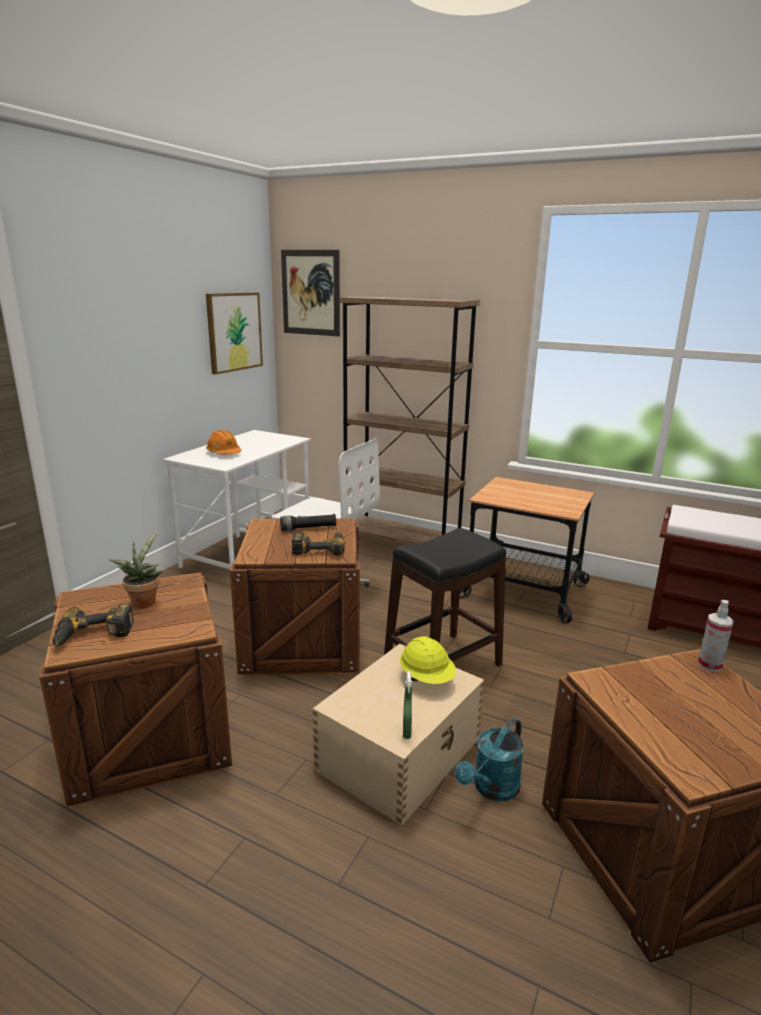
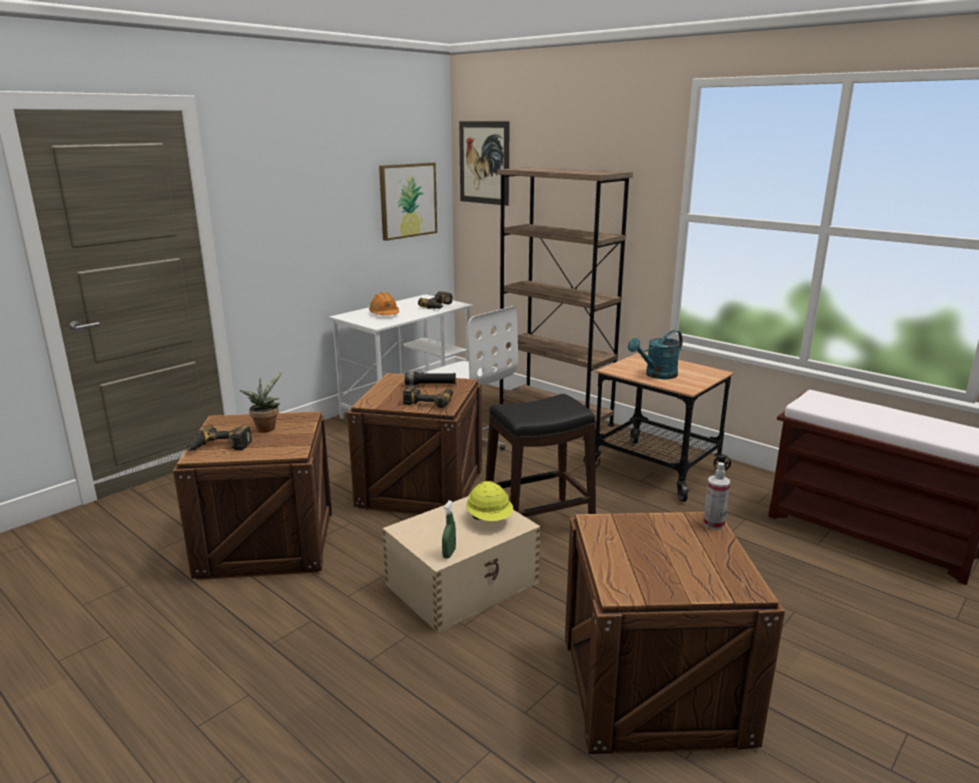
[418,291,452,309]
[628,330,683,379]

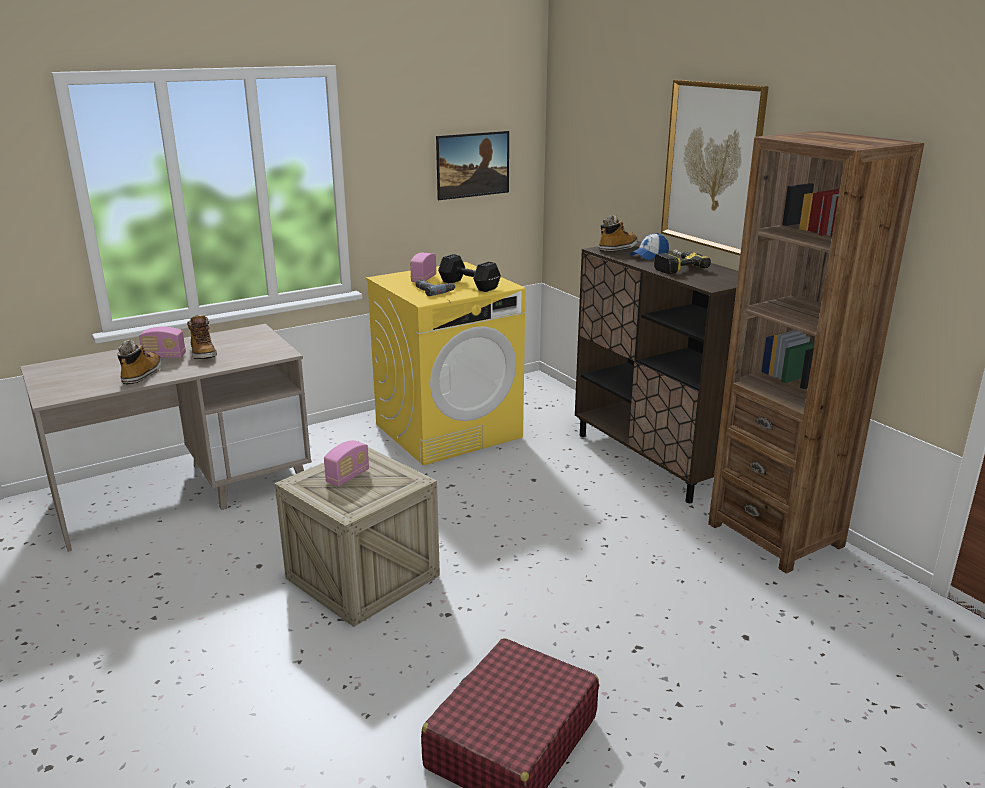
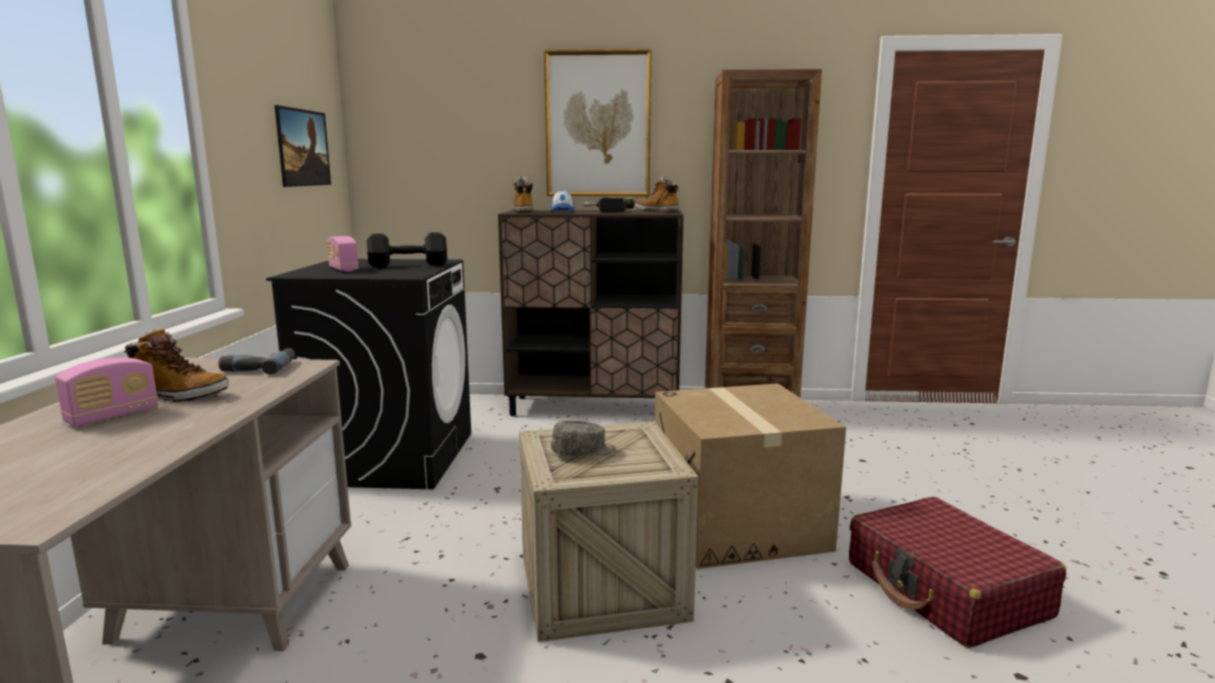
[655,383,846,569]
[635,176,679,212]
[218,348,295,375]
[551,421,616,456]
[266,259,471,489]

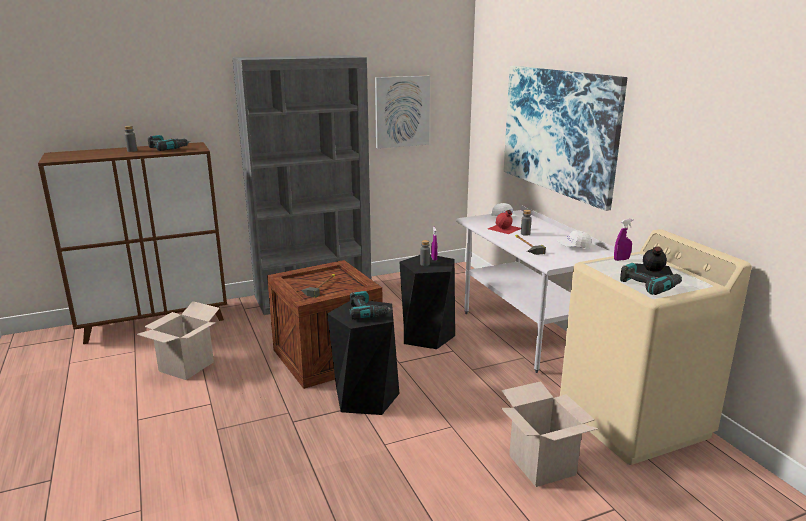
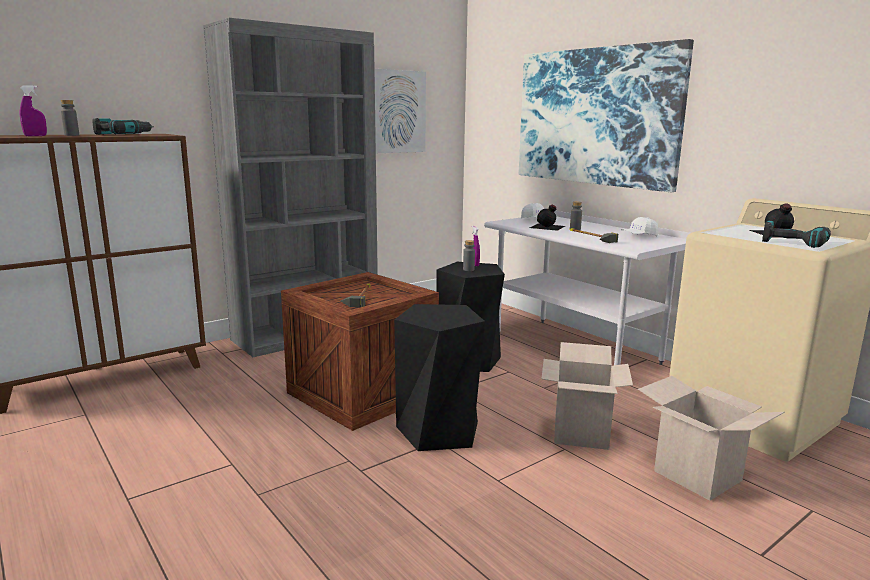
[349,291,393,320] (first image)
[541,342,633,450]
[20,85,47,136]
[530,205,565,231]

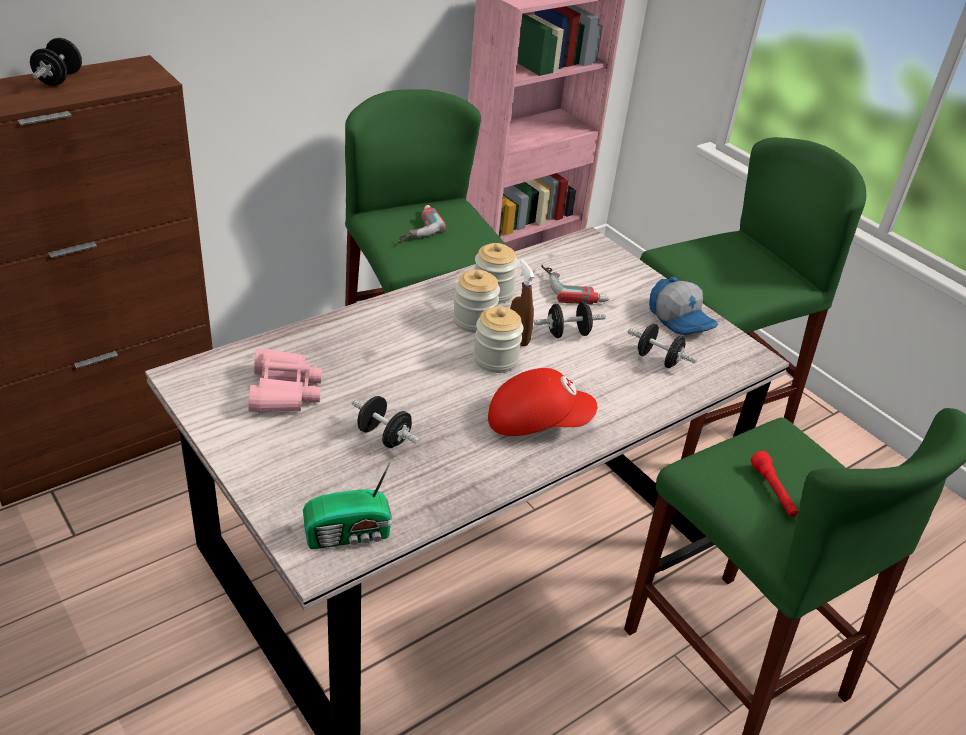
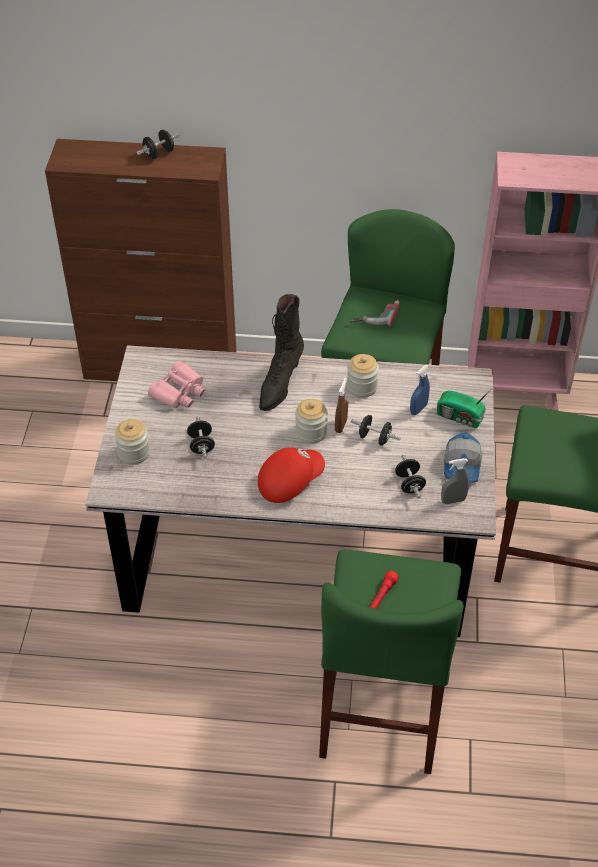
[259,294,304,411]
[441,458,469,504]
[437,390,490,428]
[115,419,150,465]
[410,365,430,415]
[258,447,325,503]

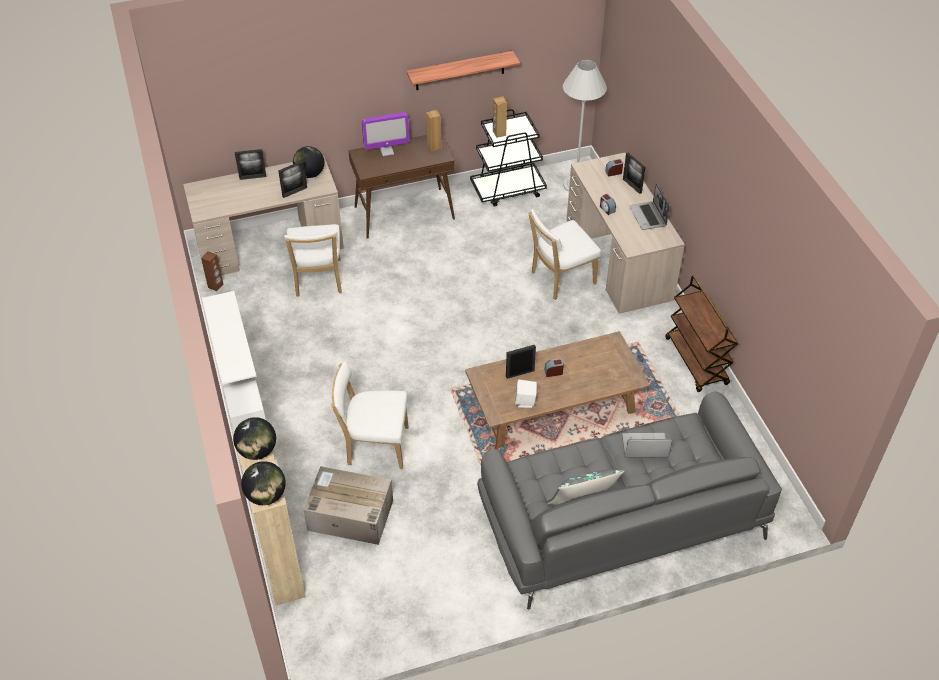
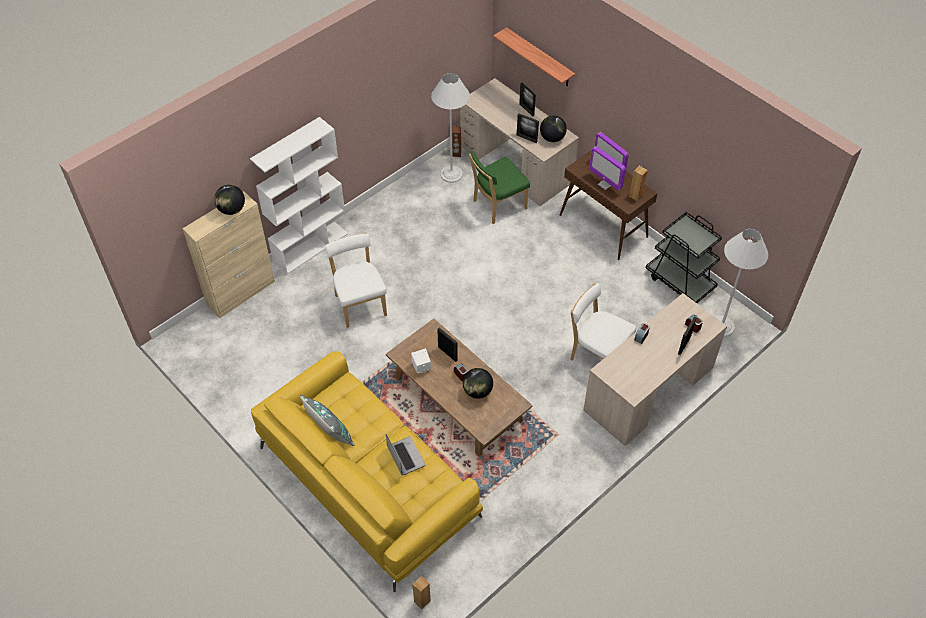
[304,466,393,545] (first image)
[630,183,670,230] (first image)
[665,276,738,392] (first image)
[431,73,470,183]
[589,146,626,190]
[463,368,493,399]
[493,27,575,86]
[412,576,431,609]
[469,151,530,224]
[251,351,483,592]

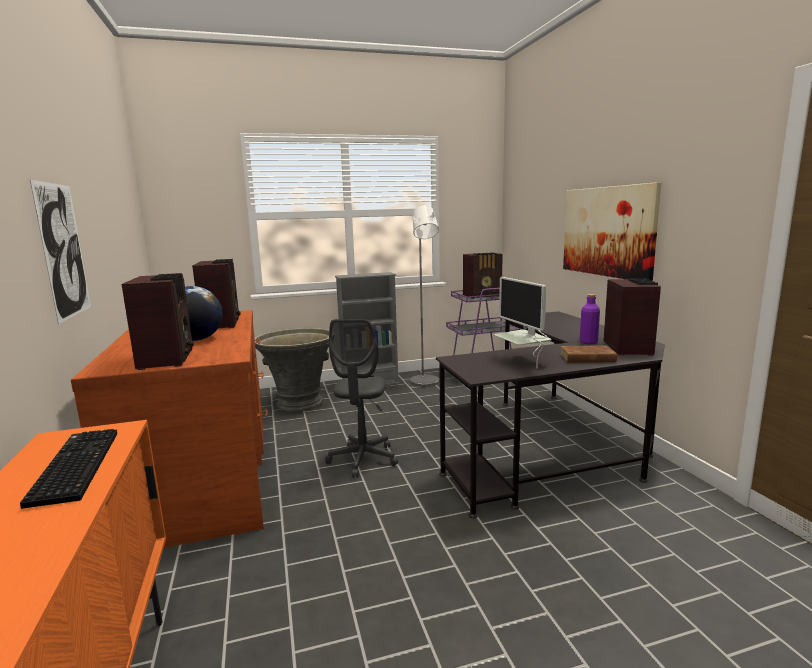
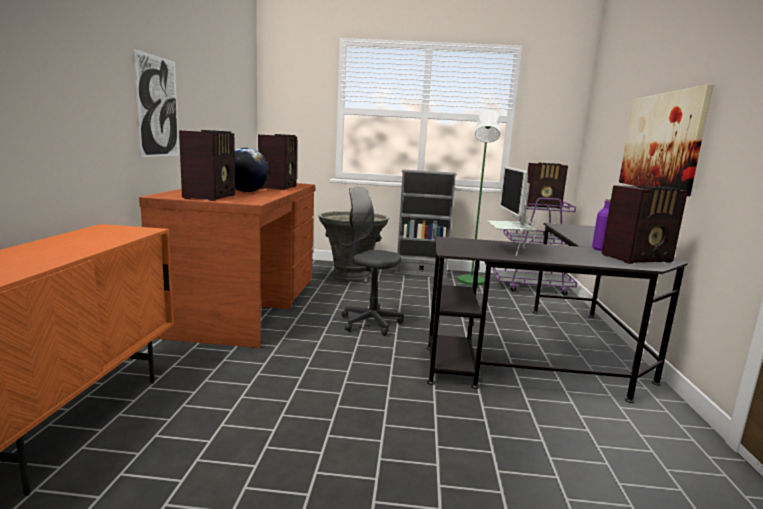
[20,429,117,509] (first image)
[560,345,623,363] (first image)
[457,110,500,285]
[341,187,404,336]
[602,185,688,264]

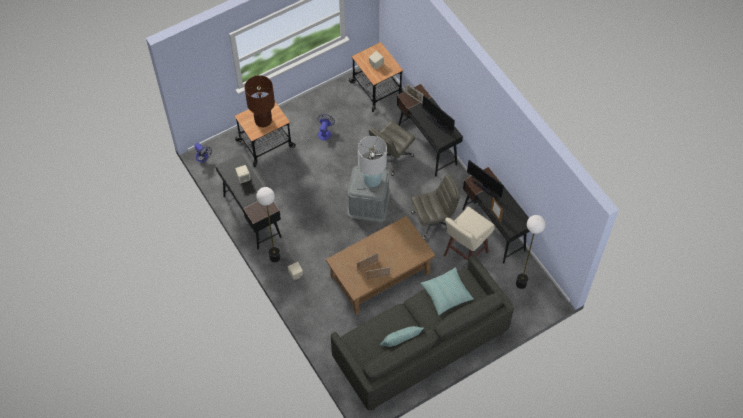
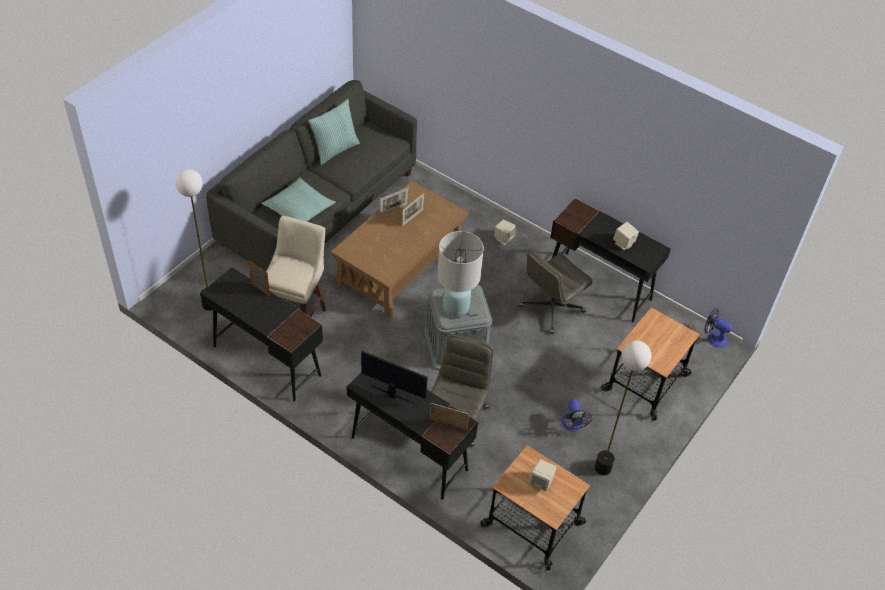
[244,75,275,127] (first image)
[467,160,504,198] (first image)
[594,341,651,475]
[519,252,593,334]

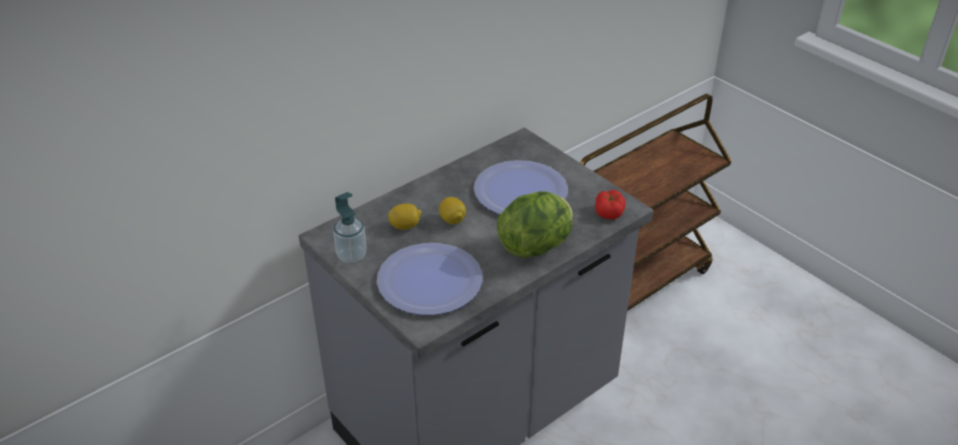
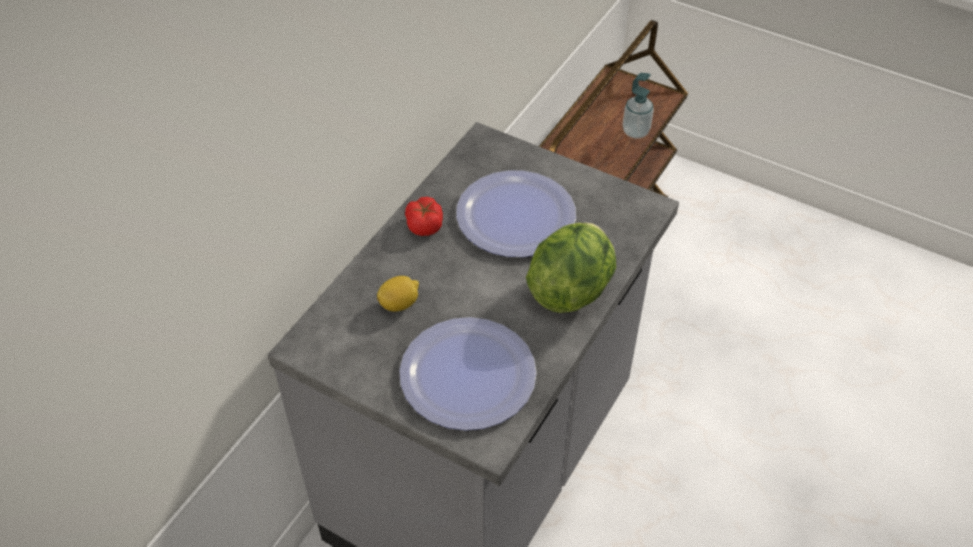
[439,197,466,224] (first image)
[623,73,654,138]
[405,197,443,236]

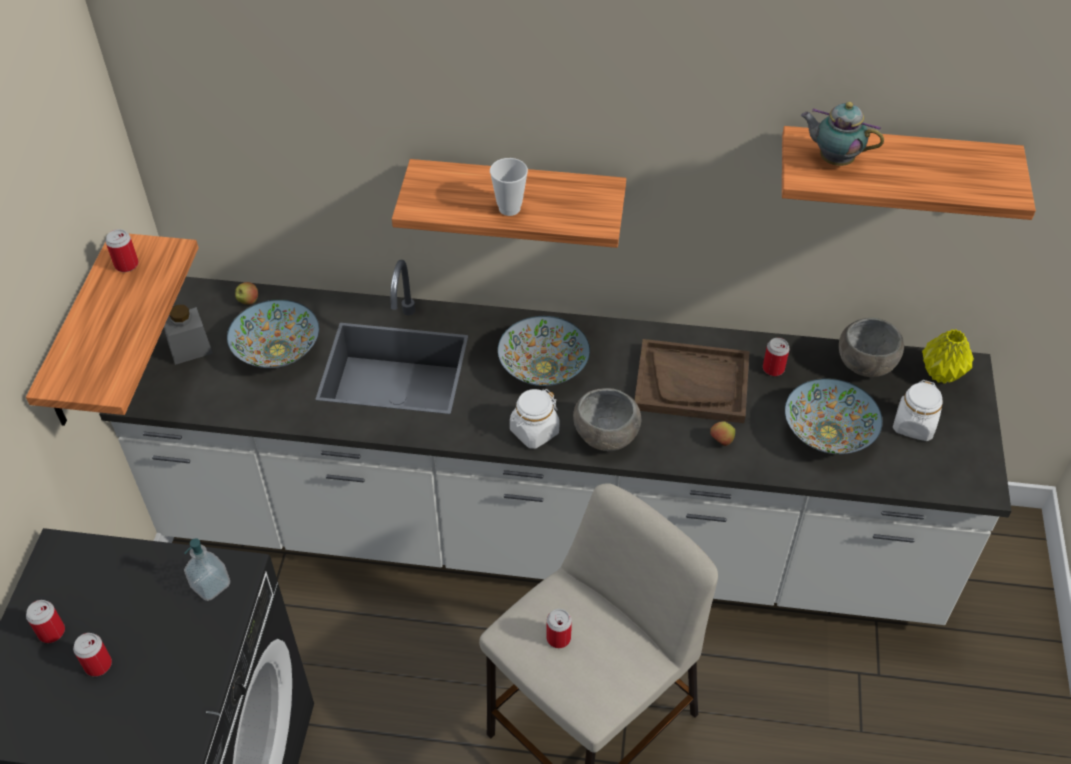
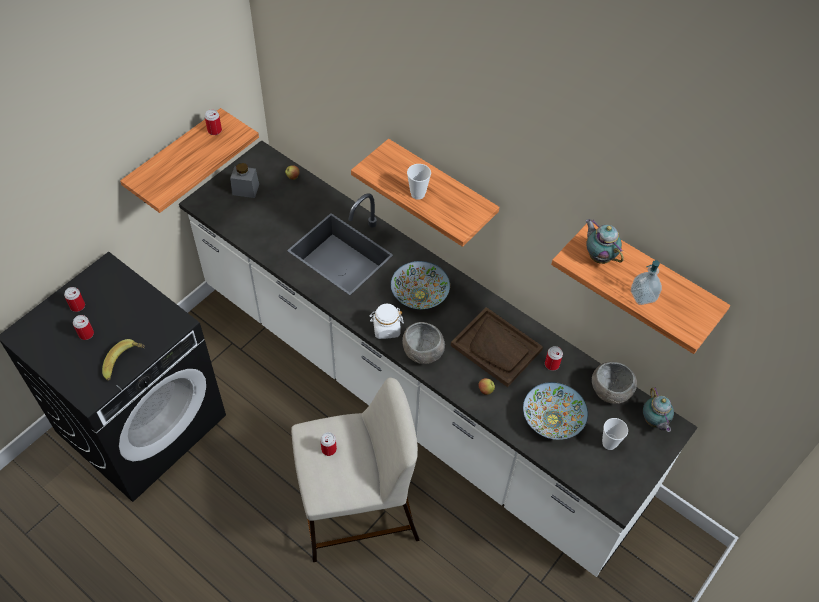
[227,299,319,368] (first image)
[102,339,145,381]
[631,260,662,305]
[602,418,628,450]
[643,387,674,432]

